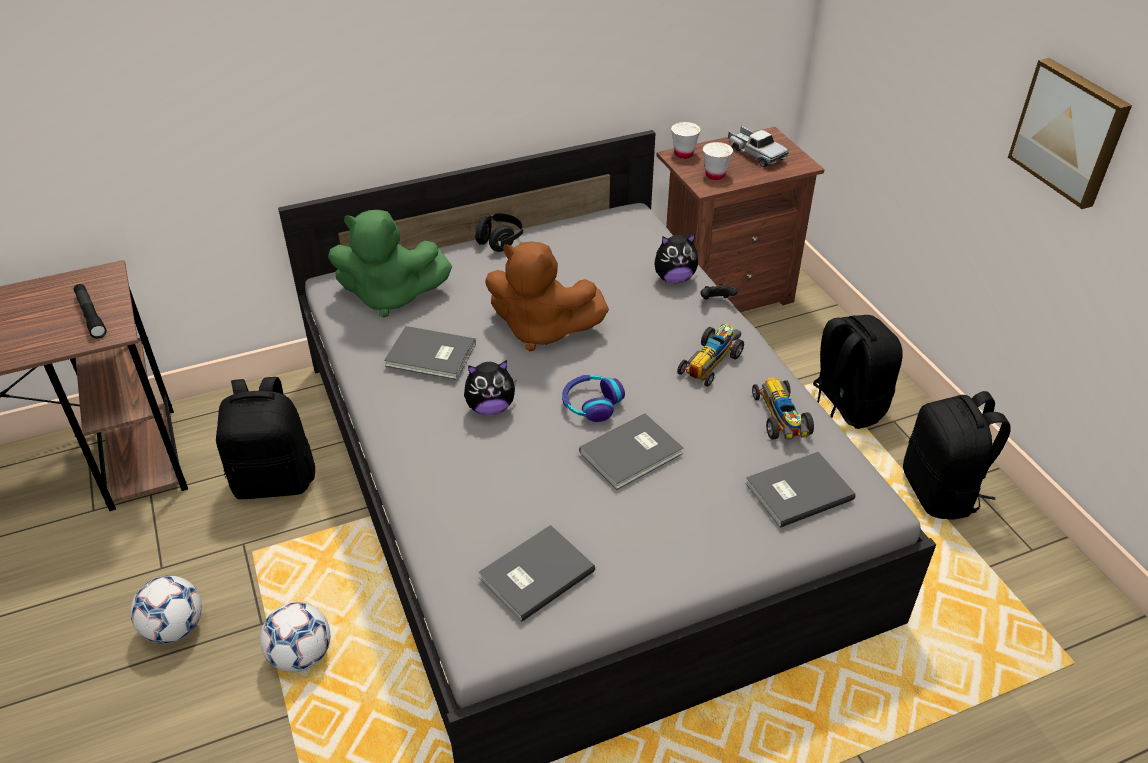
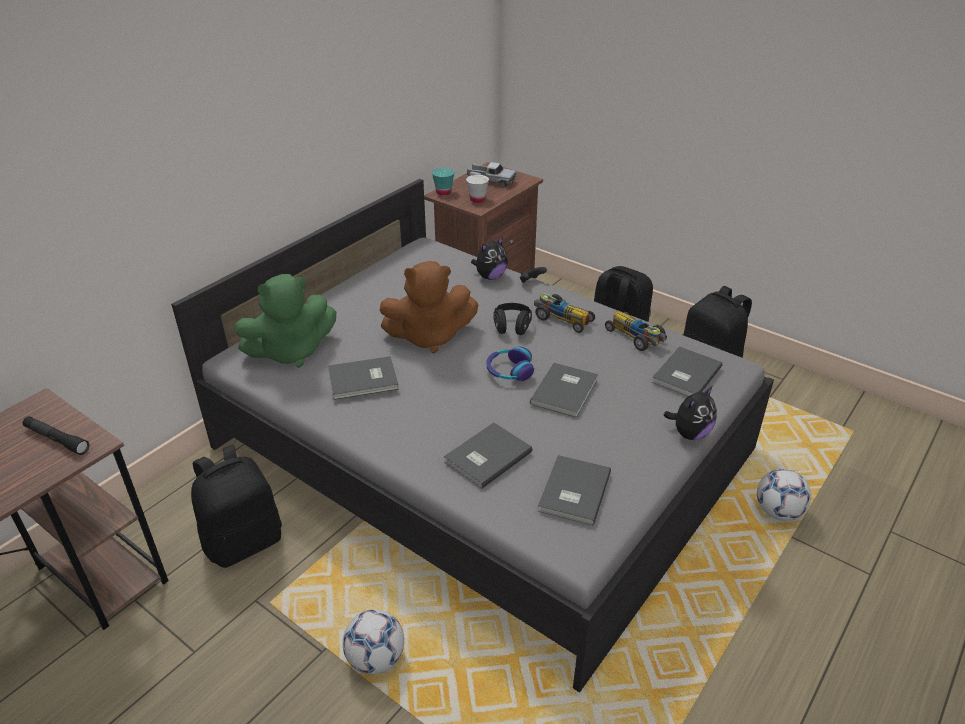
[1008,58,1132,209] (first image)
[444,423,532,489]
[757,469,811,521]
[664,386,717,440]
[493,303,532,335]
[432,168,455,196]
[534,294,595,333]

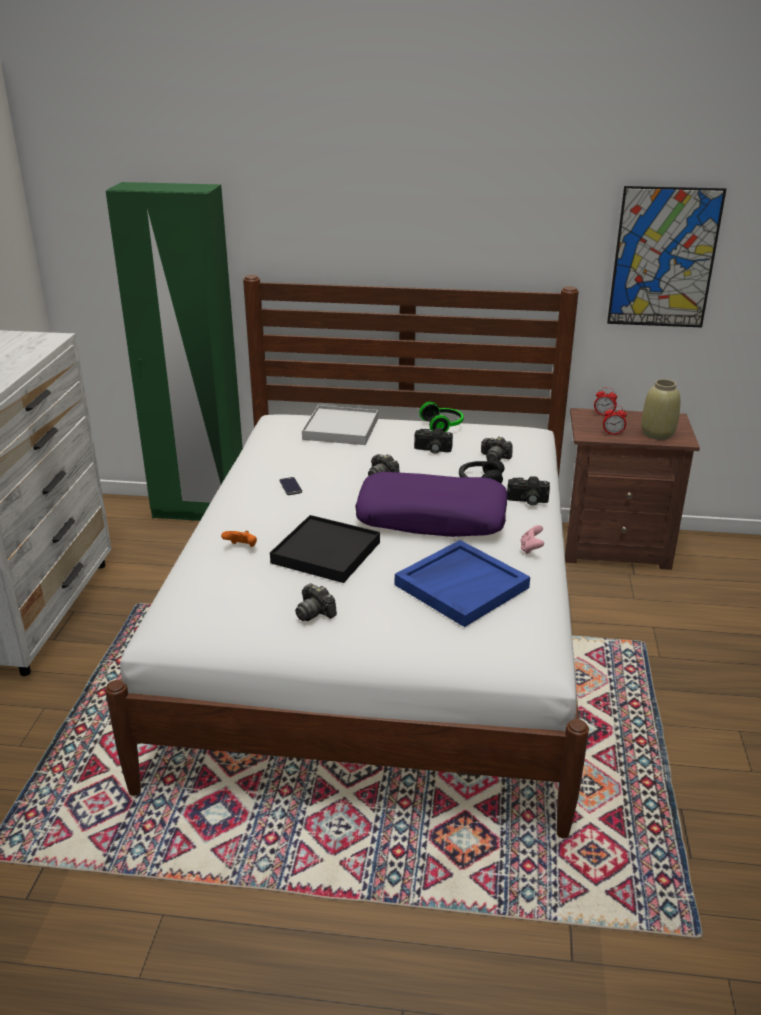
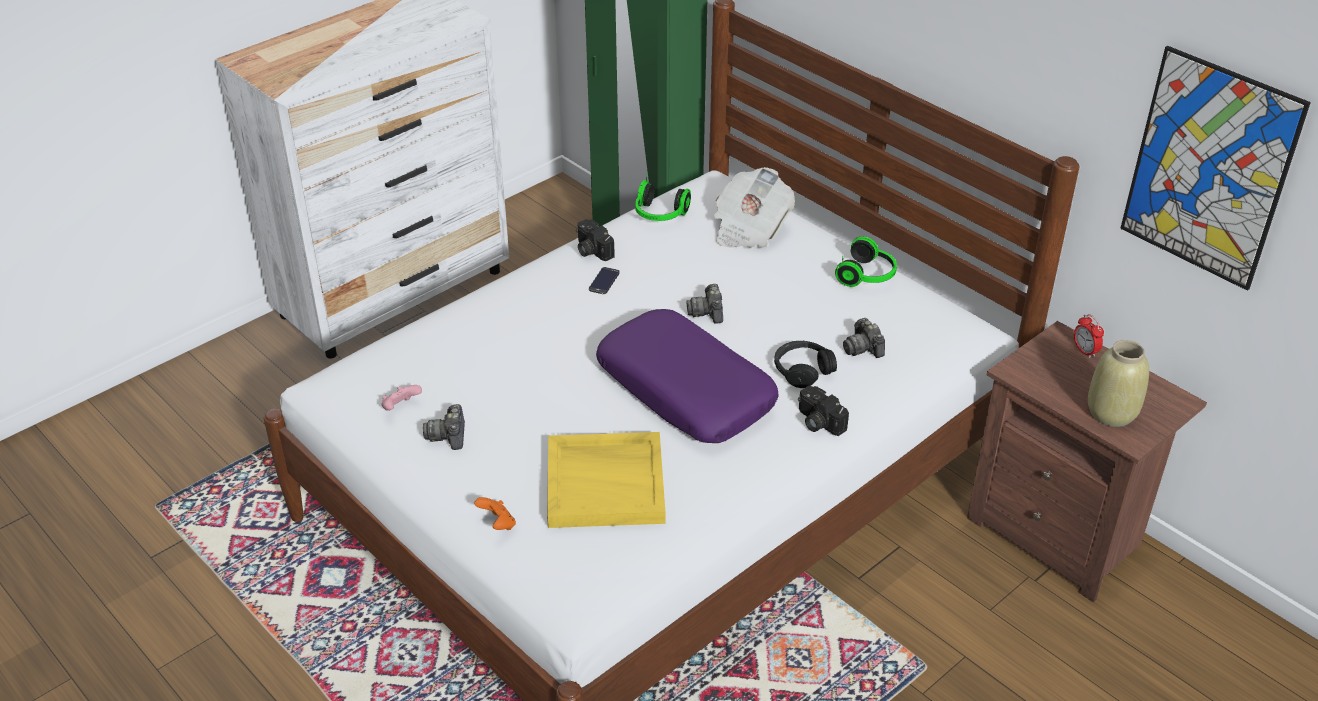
[270,515,380,583] (first image)
[603,405,627,435] (first image)
[635,174,691,221]
[475,497,516,530]
[576,219,615,261]
[381,385,422,411]
[714,167,795,248]
[547,432,665,528]

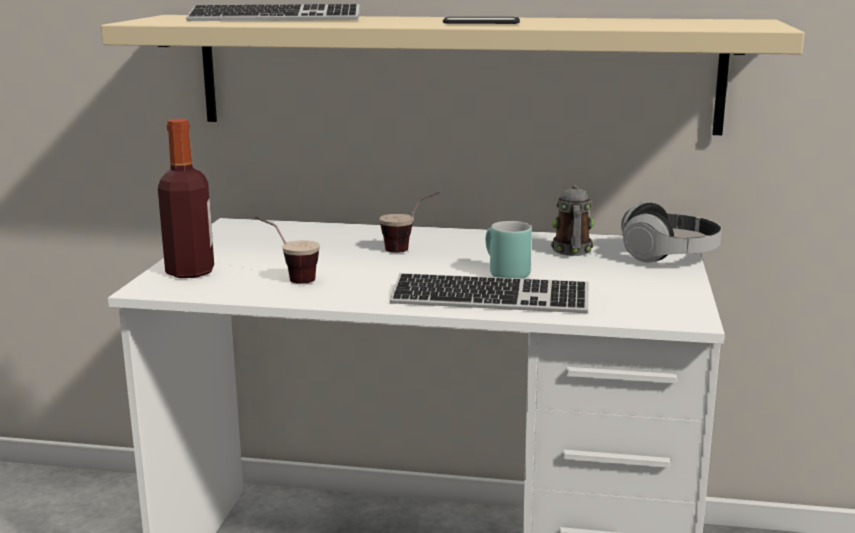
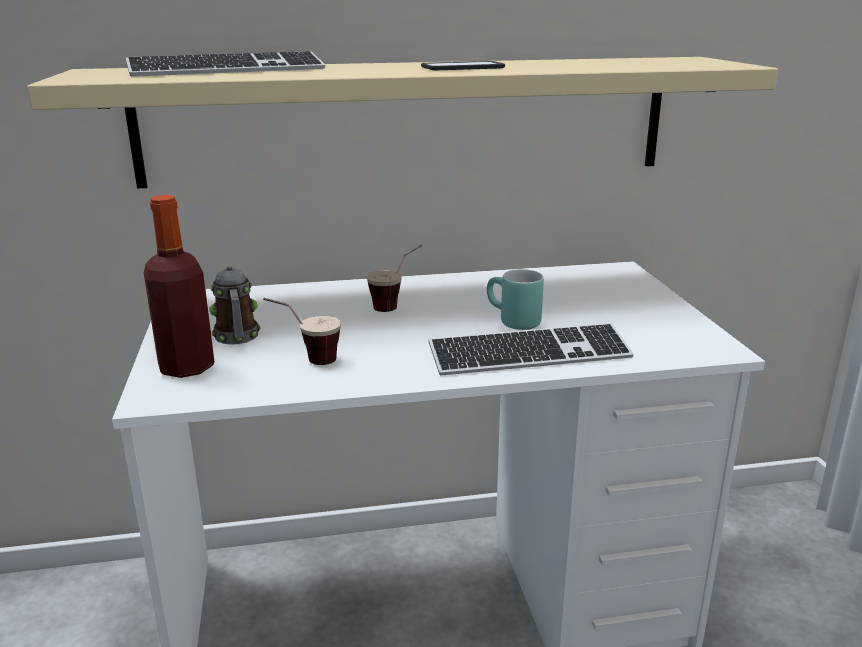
[621,202,722,263] (first image)
[209,266,261,345]

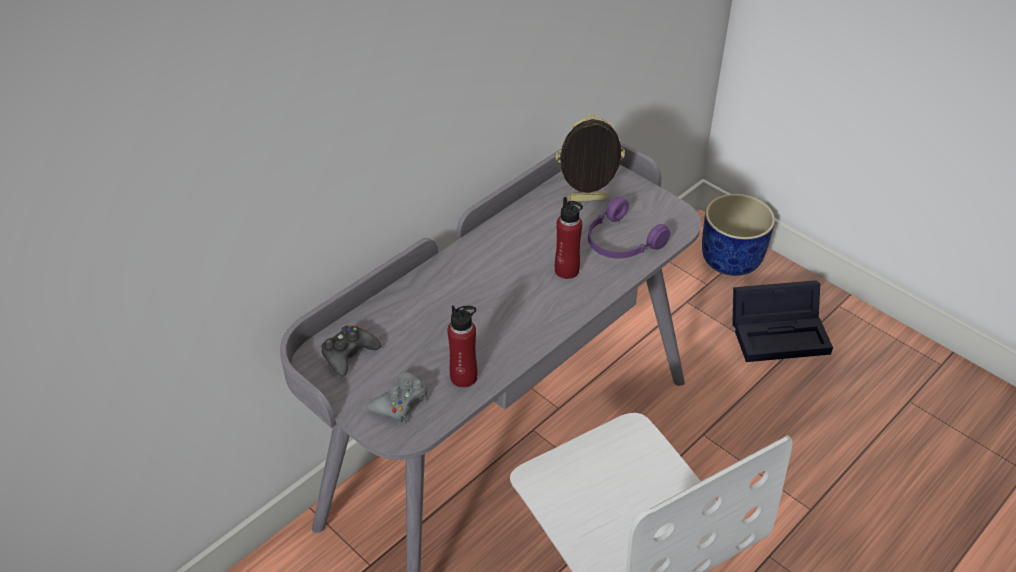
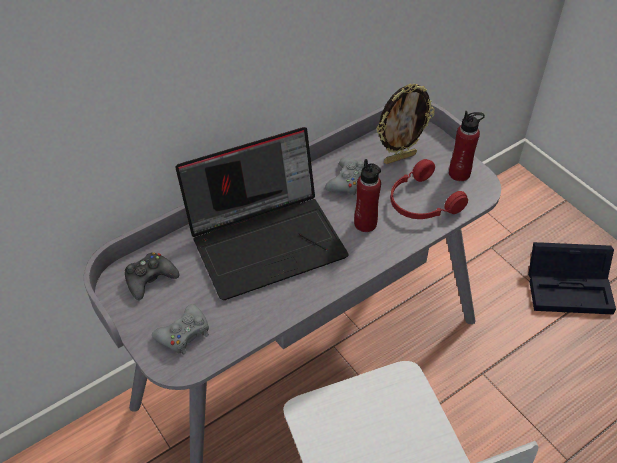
[702,194,775,276] (first image)
[175,127,348,300]
[325,158,364,195]
[449,111,485,181]
[390,159,468,219]
[376,84,435,164]

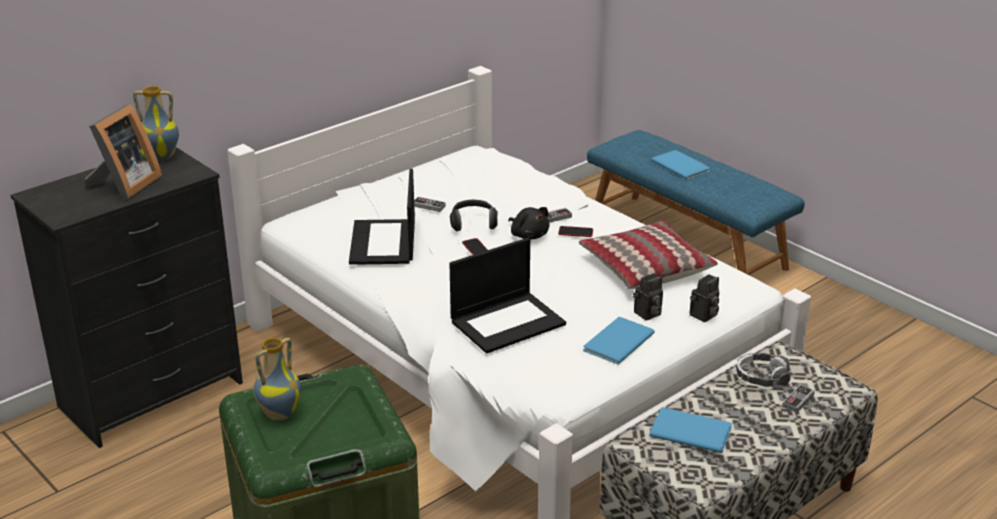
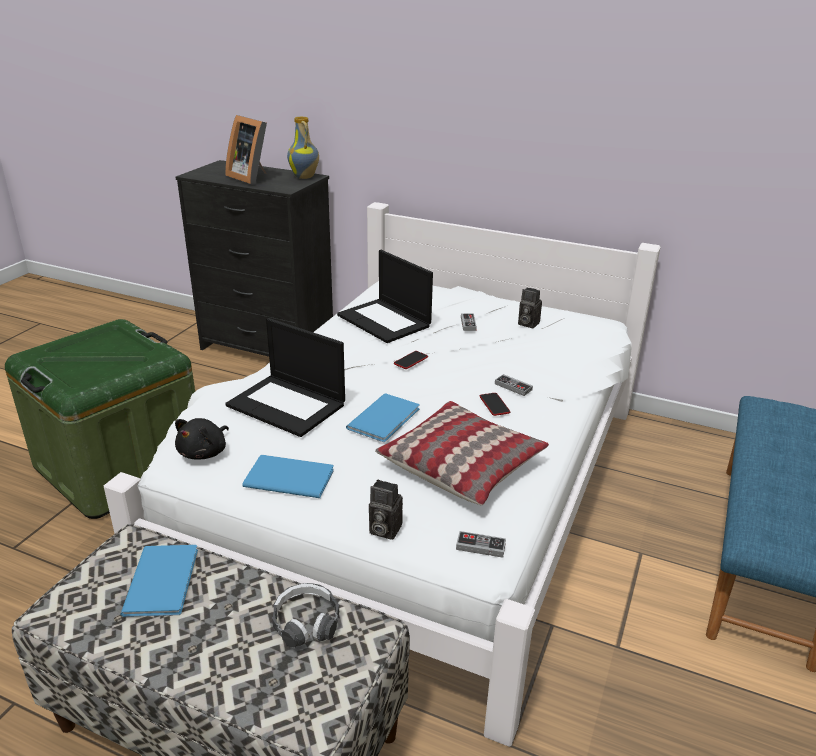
[253,338,301,420] (first image)
[450,200,498,232] (first image)
[175,418,229,460]
[518,287,542,328]
[346,393,420,442]
[456,531,506,558]
[225,115,267,185]
[337,250,433,343]

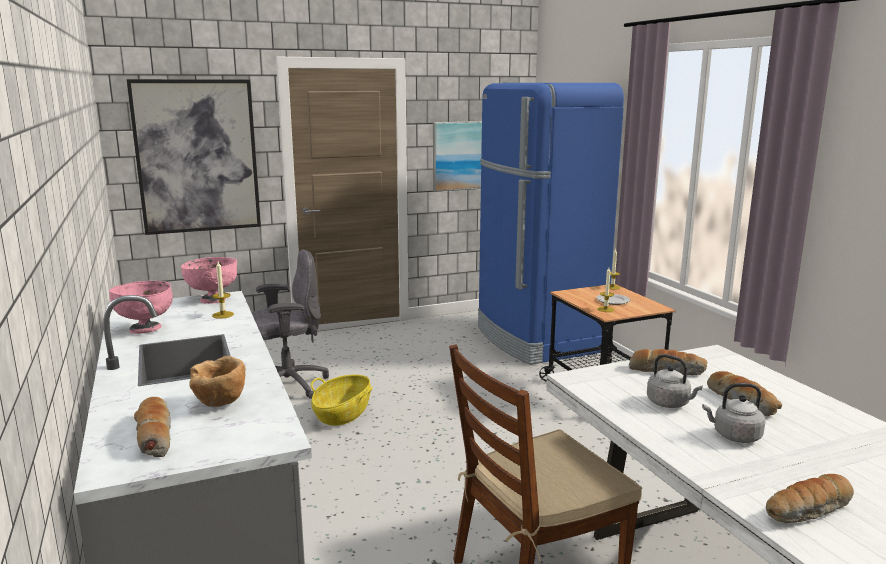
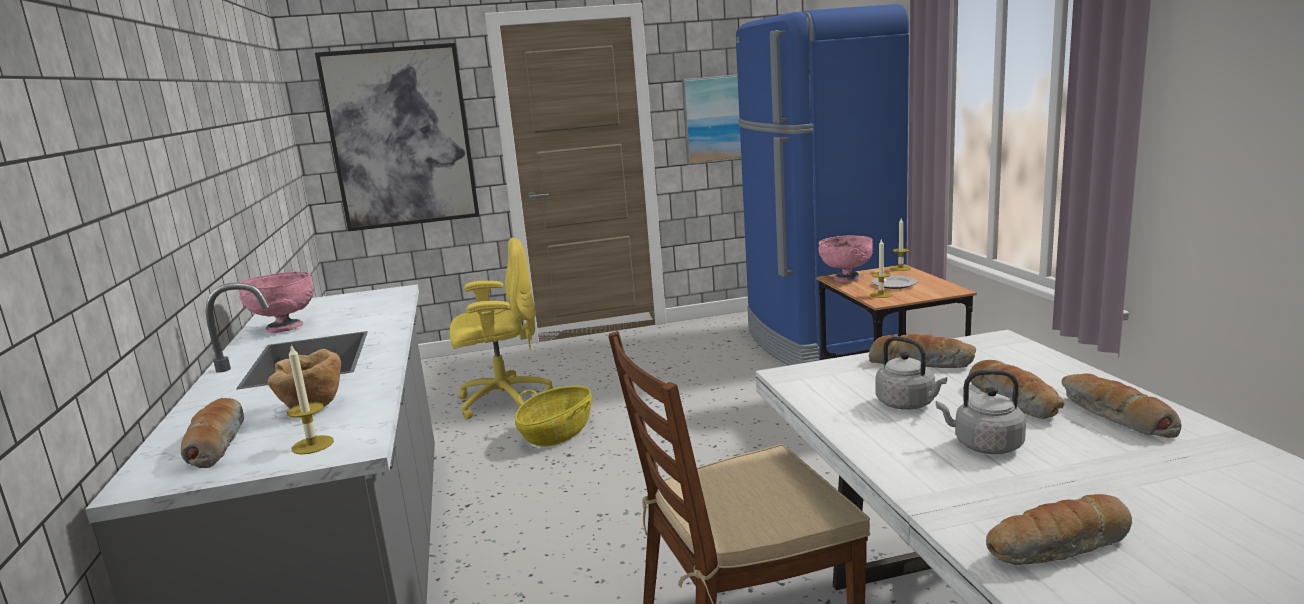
[1062,373,1182,438]
[818,236,873,282]
[287,344,334,455]
[450,238,553,420]

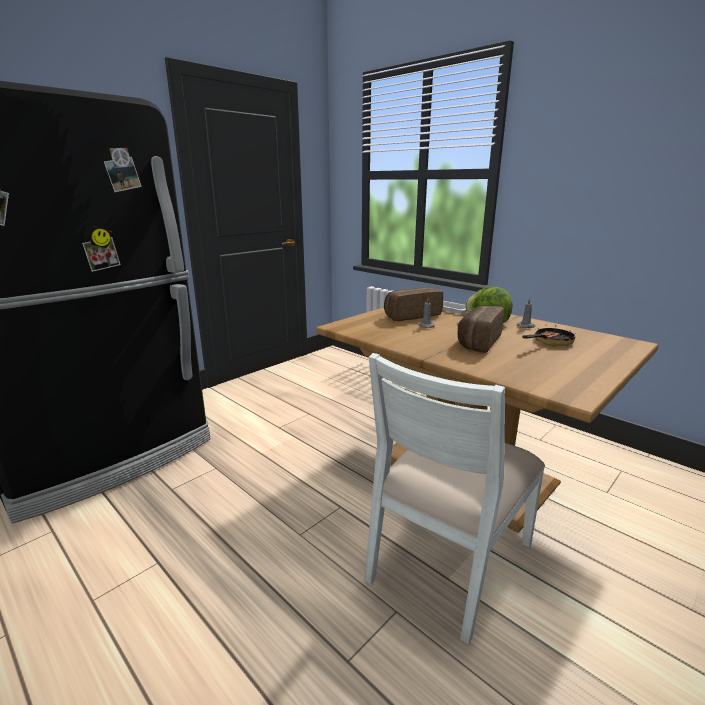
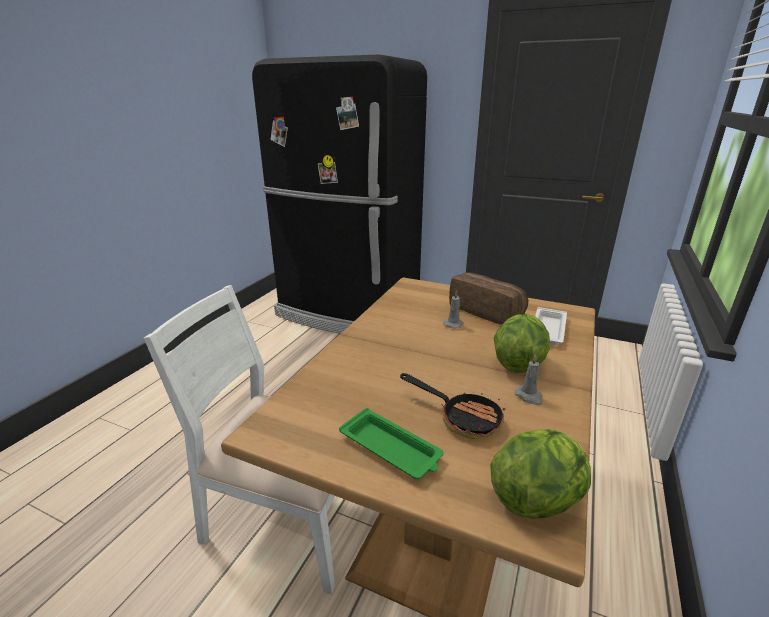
[457,305,505,353] (first image)
[339,408,444,479]
[490,429,591,519]

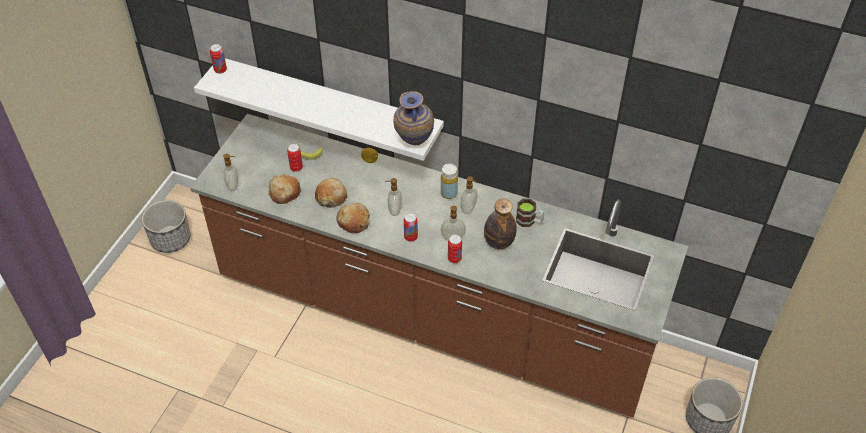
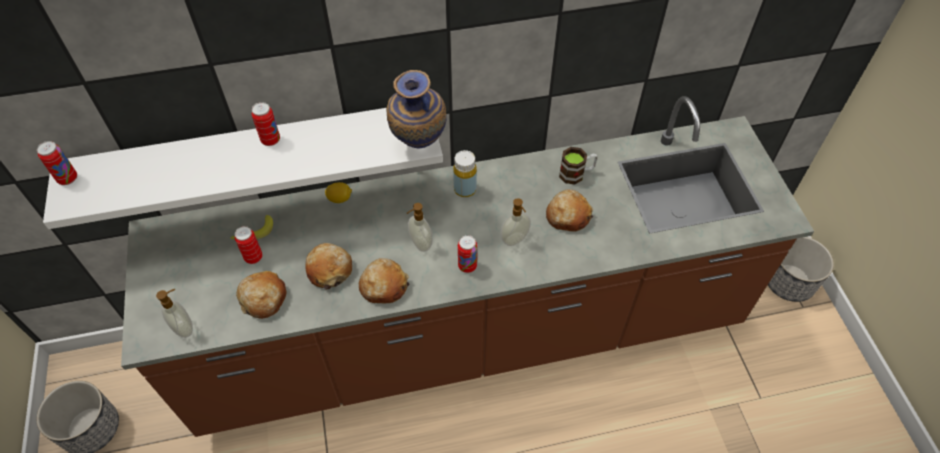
[461,176,478,214] (first image)
[252,102,280,146]
[546,189,593,232]

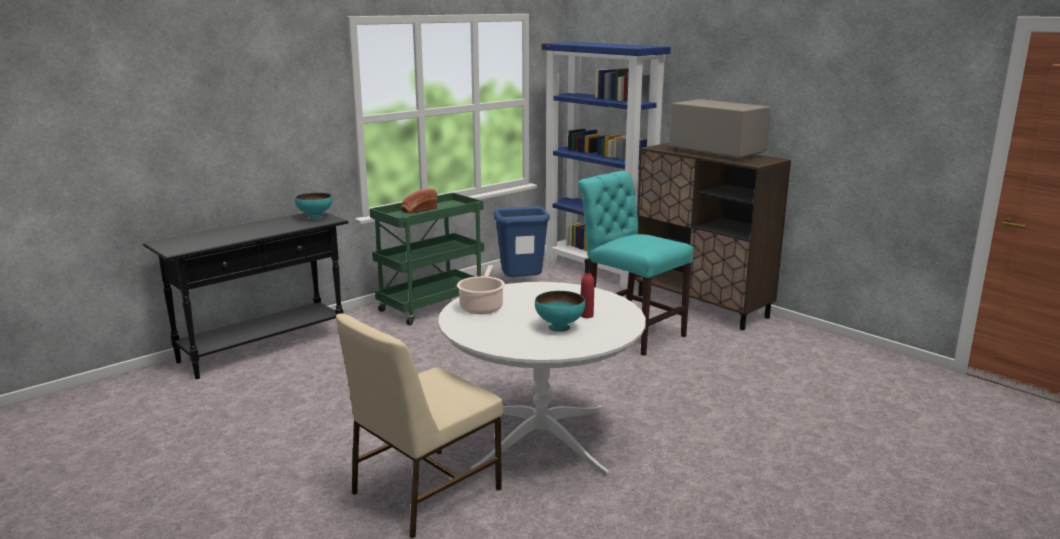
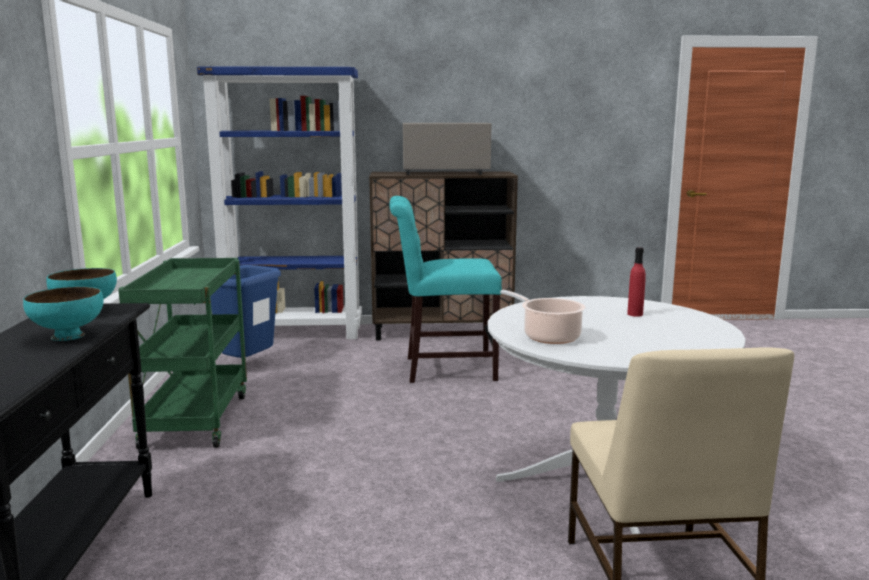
[401,188,438,214] (first image)
[23,287,103,341]

